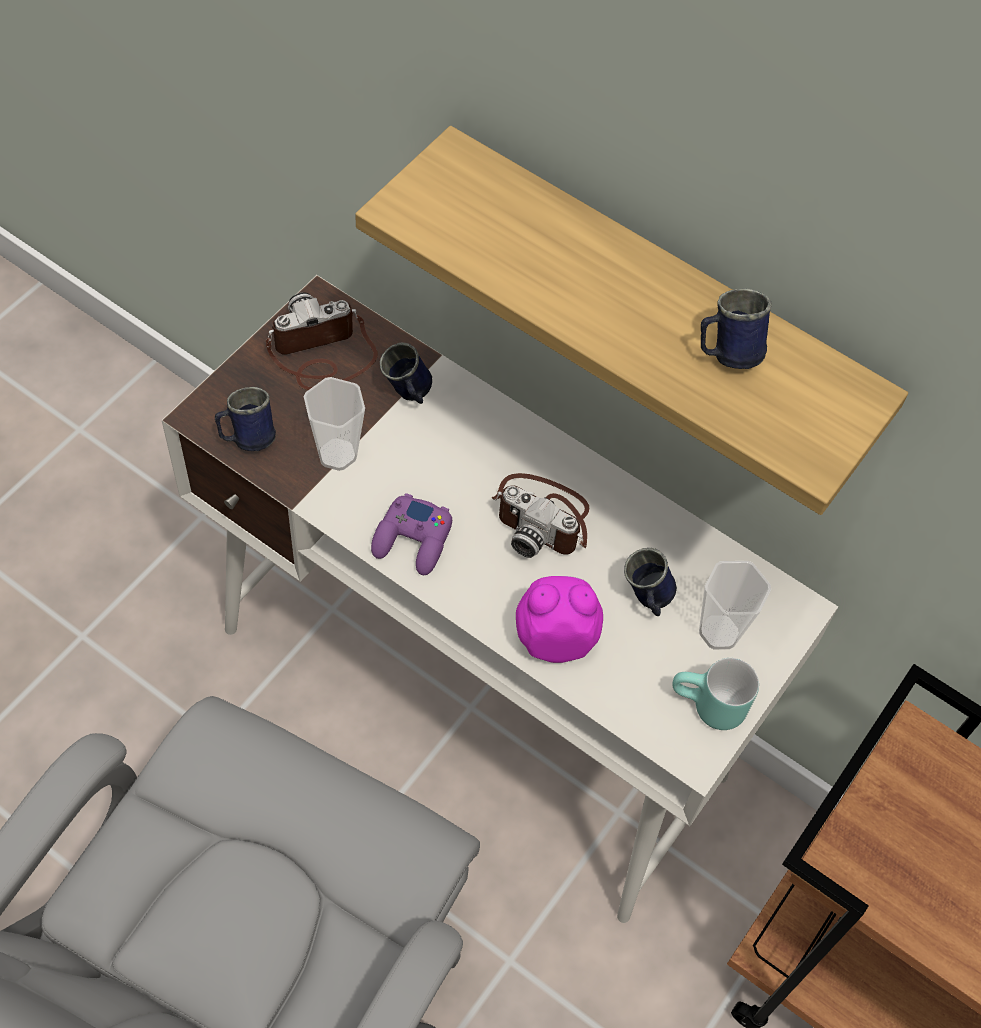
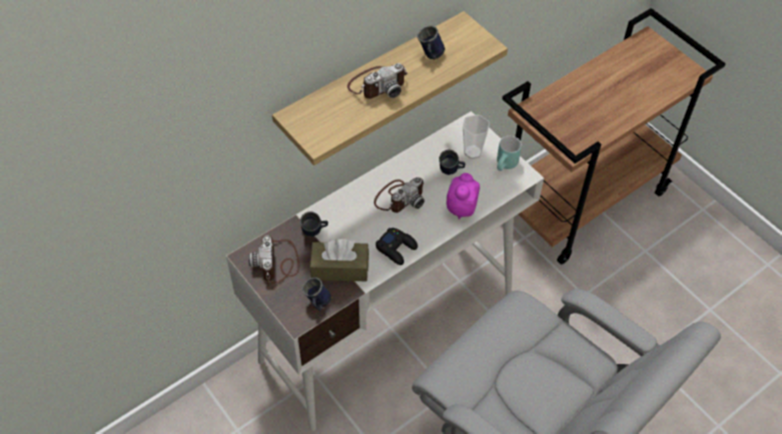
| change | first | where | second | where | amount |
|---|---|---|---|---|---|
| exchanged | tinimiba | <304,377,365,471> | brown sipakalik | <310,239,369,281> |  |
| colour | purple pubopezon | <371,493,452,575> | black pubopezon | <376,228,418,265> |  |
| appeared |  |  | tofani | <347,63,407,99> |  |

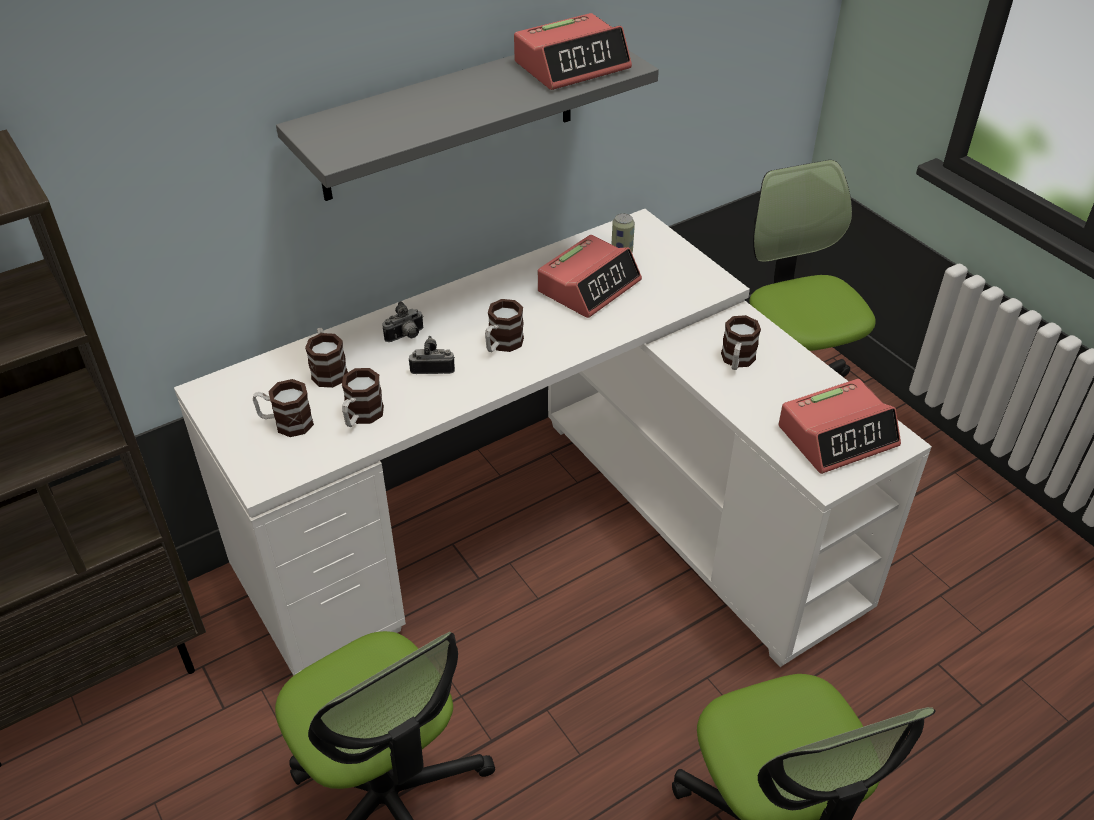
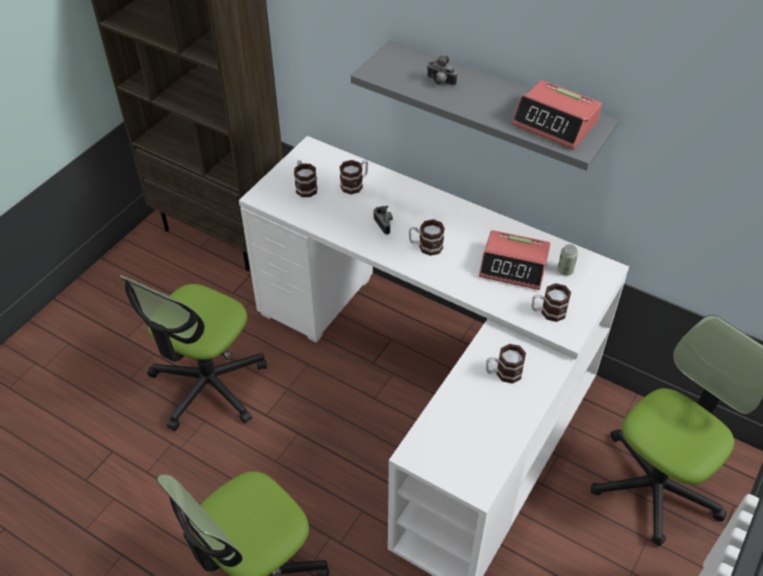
| change | first | where | second | where | amount |
|---|---|---|---|---|---|
| relocated | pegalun | <342,368,384,427> |  | <532,283,571,322> |  |
| relocated | tofani | <382,301,424,342> |  | <427,56,457,86> |  |
| missing | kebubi | <778,379,901,474> |  |  |  |

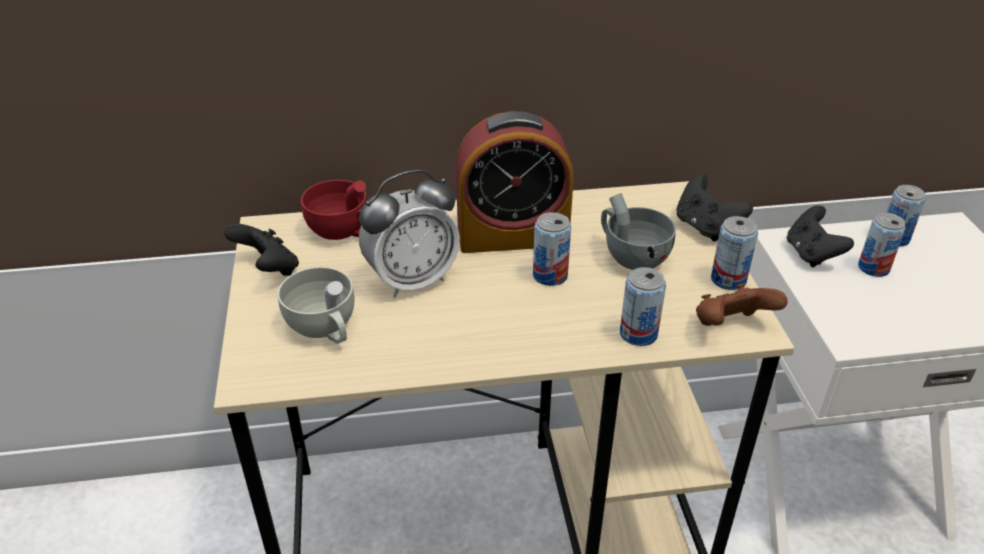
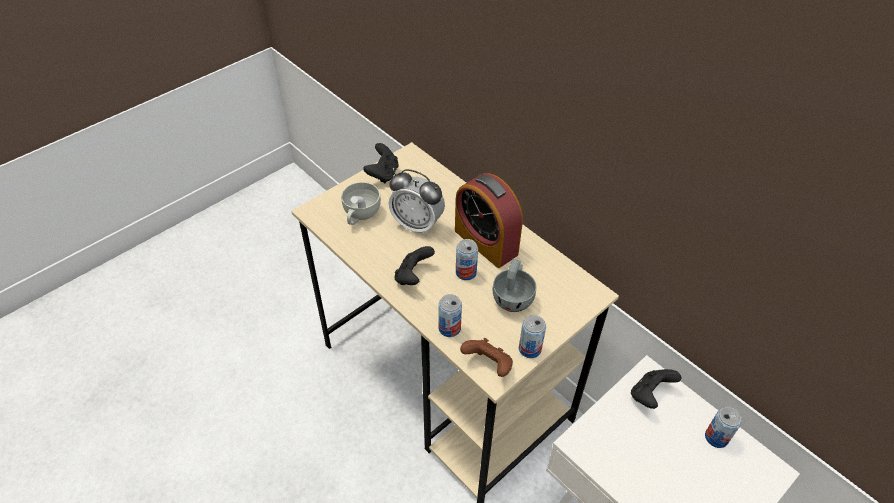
| change | first | where | second | where | amount |
|---|---|---|---|---|---|
| missing | red tinimiba | <301,180,367,240> |  |  |  |
| relocated | black pubopezon | <677,174,753,242> |  | <395,246,435,285> |  |
| missing | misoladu | <858,213,906,277> |  |  |  |

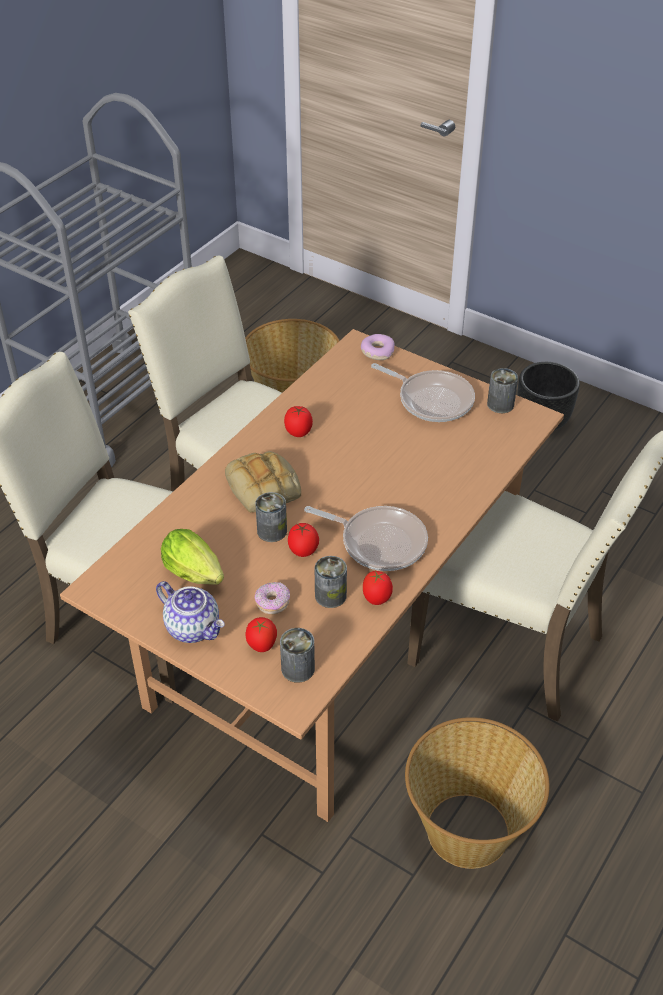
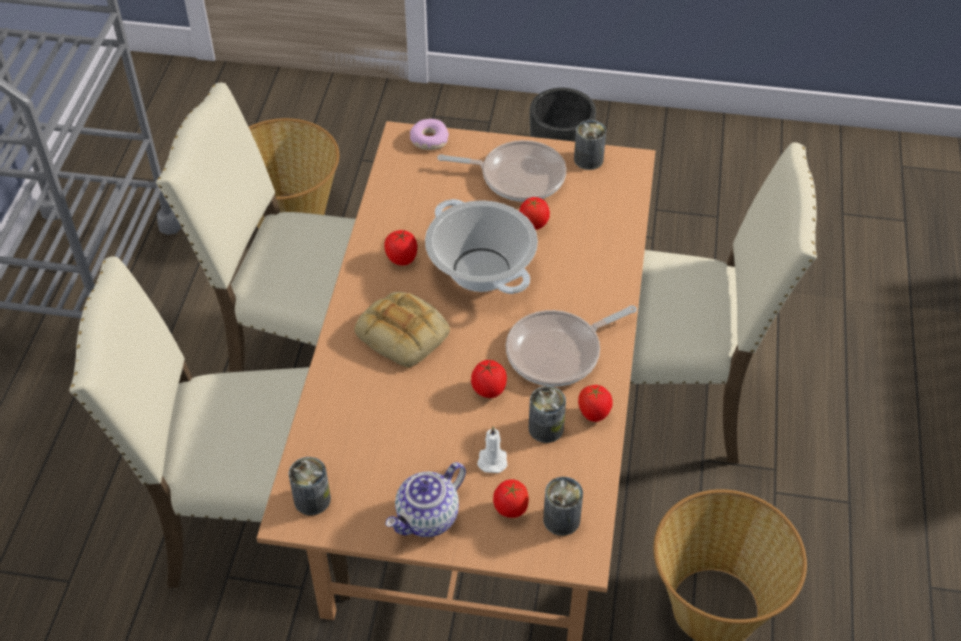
| change | first | where | second | where | amount |
|---|---|---|---|---|---|
| spun | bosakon | <156,581,225,643> |  | <385,462,466,537> | 120 degrees clockwise |
| missing | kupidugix | <161,529,224,585> |  |  |  |
| relocated | misoladu | <255,492,287,542> |  | <288,457,331,515> |  |
| exchanged | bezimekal | <255,582,290,615> | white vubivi | <477,426,507,473> |  |
| spun | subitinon | <304,506,428,571> |  | <506,305,637,387> | 150 degrees clockwise |
| appeared |  |  | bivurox | <425,199,538,294> |  |
| appeared |  |  | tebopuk | <519,197,550,230> |  |

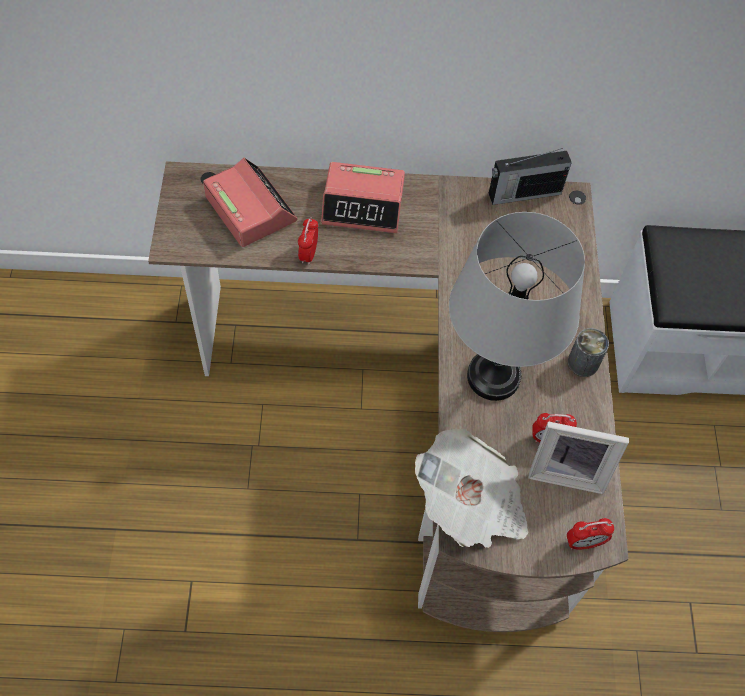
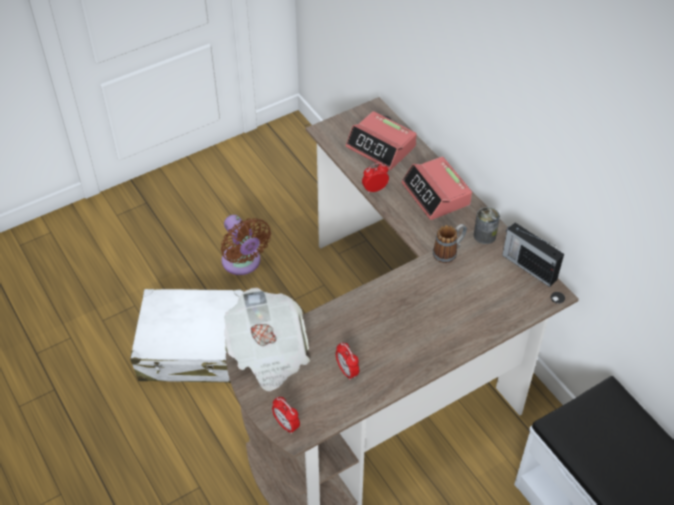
| change | first | where | second | where | amount |
|---|---|---|---|---|---|
| spun | kebubi | <203,158,297,247> |  | <346,111,417,170> | 105 degrees clockwise |
| missing | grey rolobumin | <449,212,585,401> |  |  |  |
| missing | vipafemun | <528,421,629,494> |  |  |  |
| relocated | misoladu | <568,328,609,377> |  | <474,207,500,244> |  |
| appeared |  |  | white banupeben | <130,289,244,383> |  |
| appeared |  |  | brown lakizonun | <221,215,271,275> |  |
| appeared |  |  | pegalun | <433,224,467,263> |  |

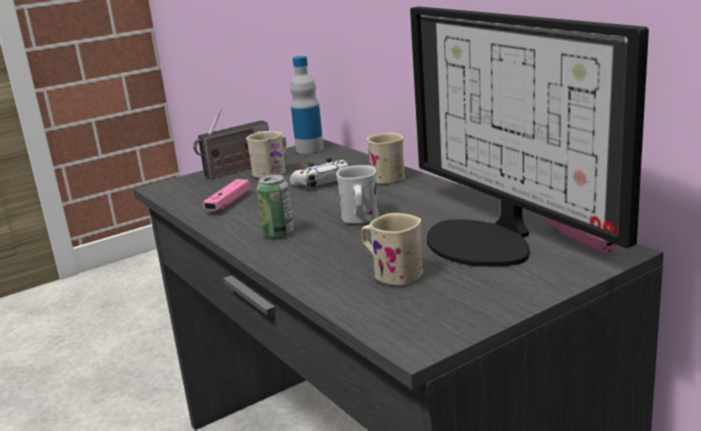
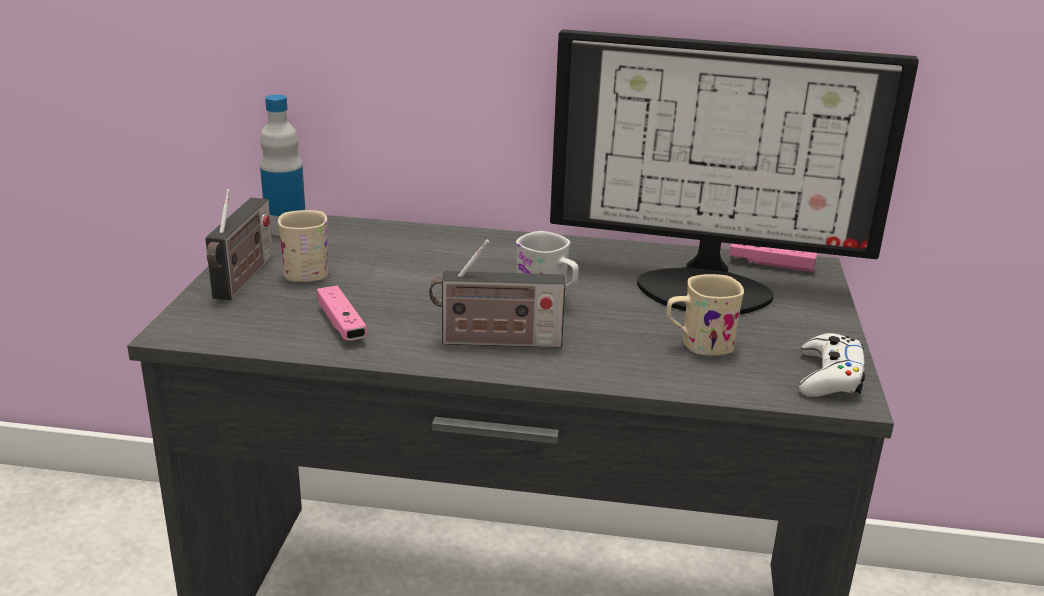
| change | first | where | second | where | amount |
|---|---|---|---|---|---|
| exchanged | misoladu | <257,174,293,239> | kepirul | <429,240,565,348> |  |
| relocated | white pubopezon | <290,158,348,188> |  | <799,333,865,397> |  |
| missing | beige pegalun | <367,133,405,184> |  |  |  |

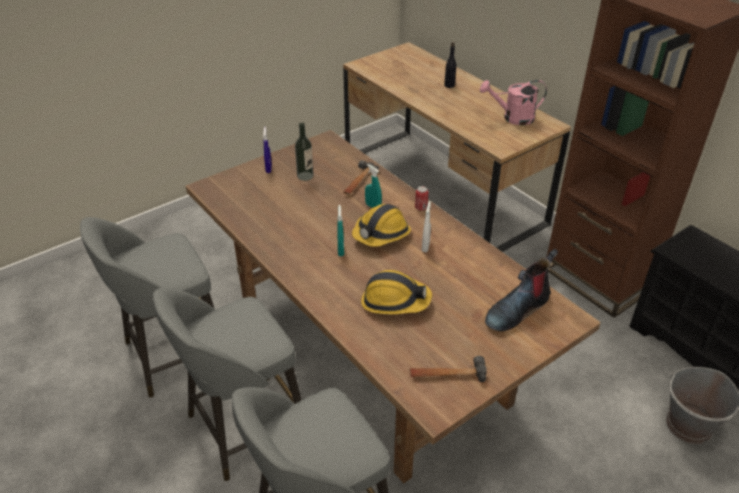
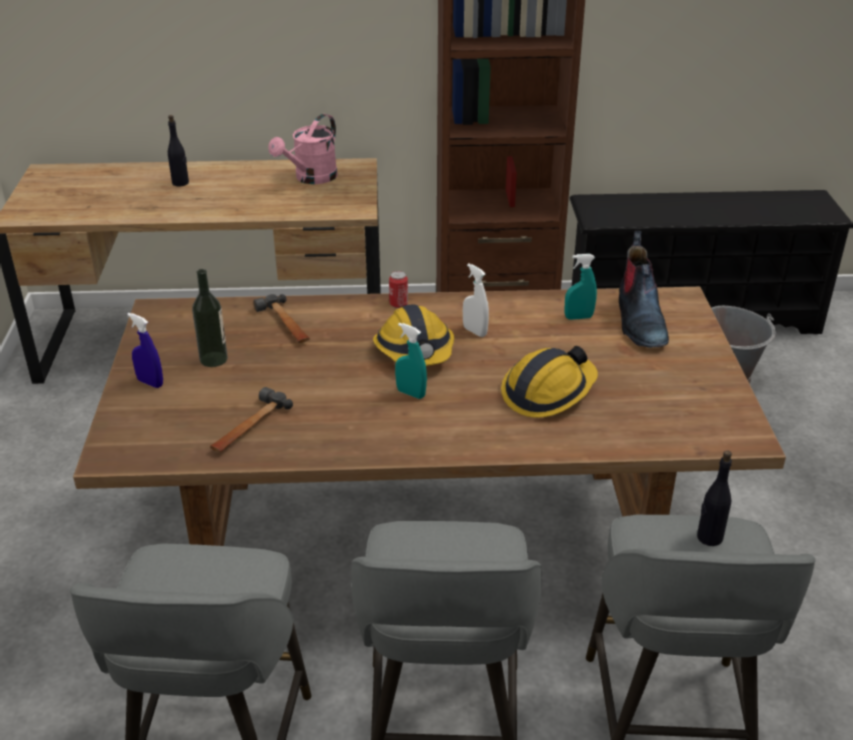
| change | first | where | second | where | amount |
|---|---|---|---|---|---|
| relocated | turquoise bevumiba | <365,164,382,208> |  | <565,254,597,320> |  |
| relocated | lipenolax | <410,356,487,382> |  | <210,387,293,452> |  |
| appeared |  |  | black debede | <697,450,732,546> |  |

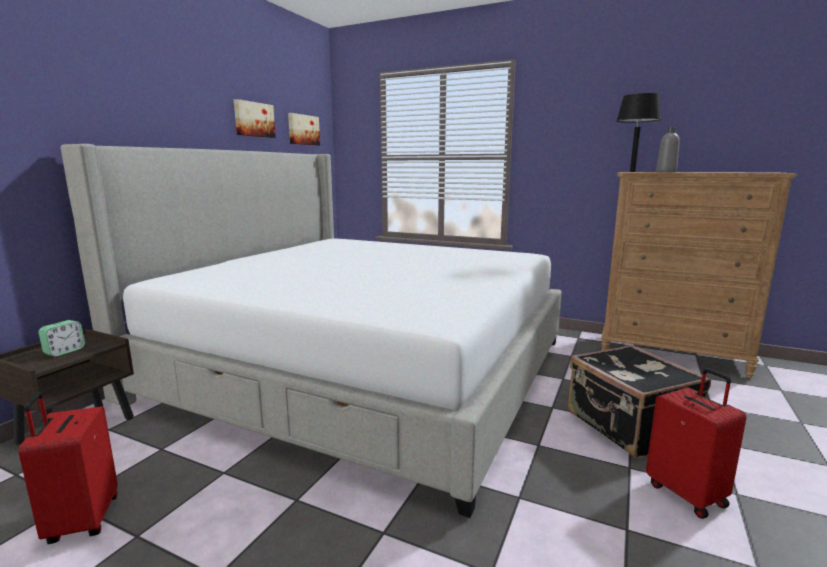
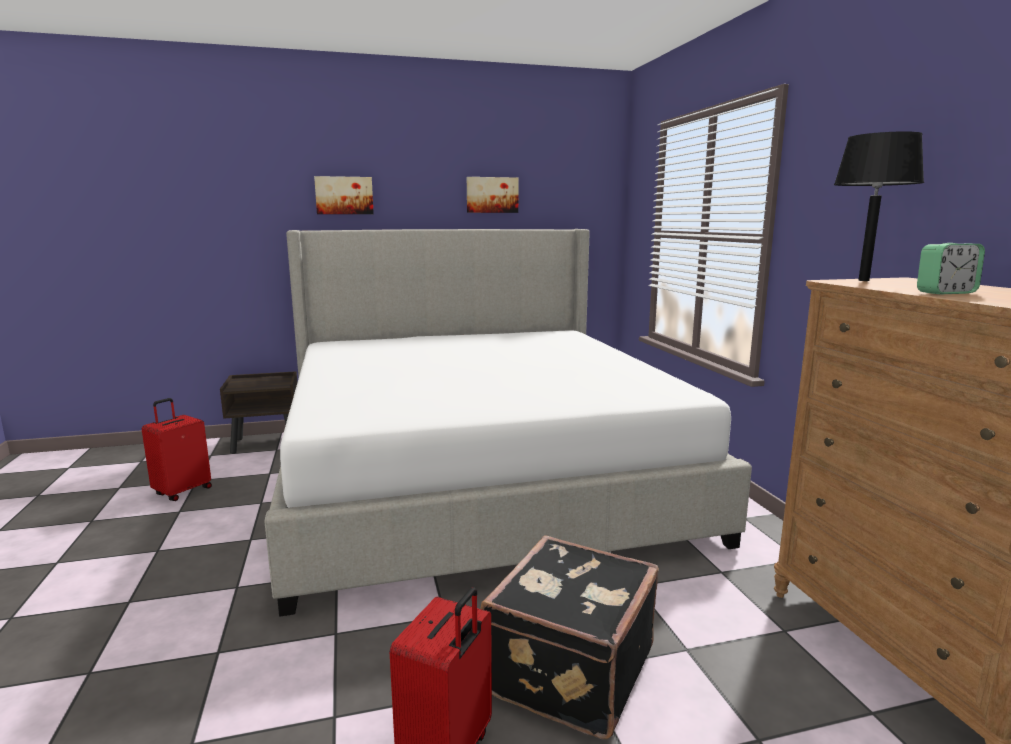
| change | first | where | second | where | amount |
|---|---|---|---|---|---|
| relocated | kebubi | <38,320,85,357> |  | <917,243,985,294> |  |
| relocated | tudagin | <288,113,320,146> |  | <314,176,374,214> |  |
| missing | grey debede | <656,127,680,172> |  |  |  |

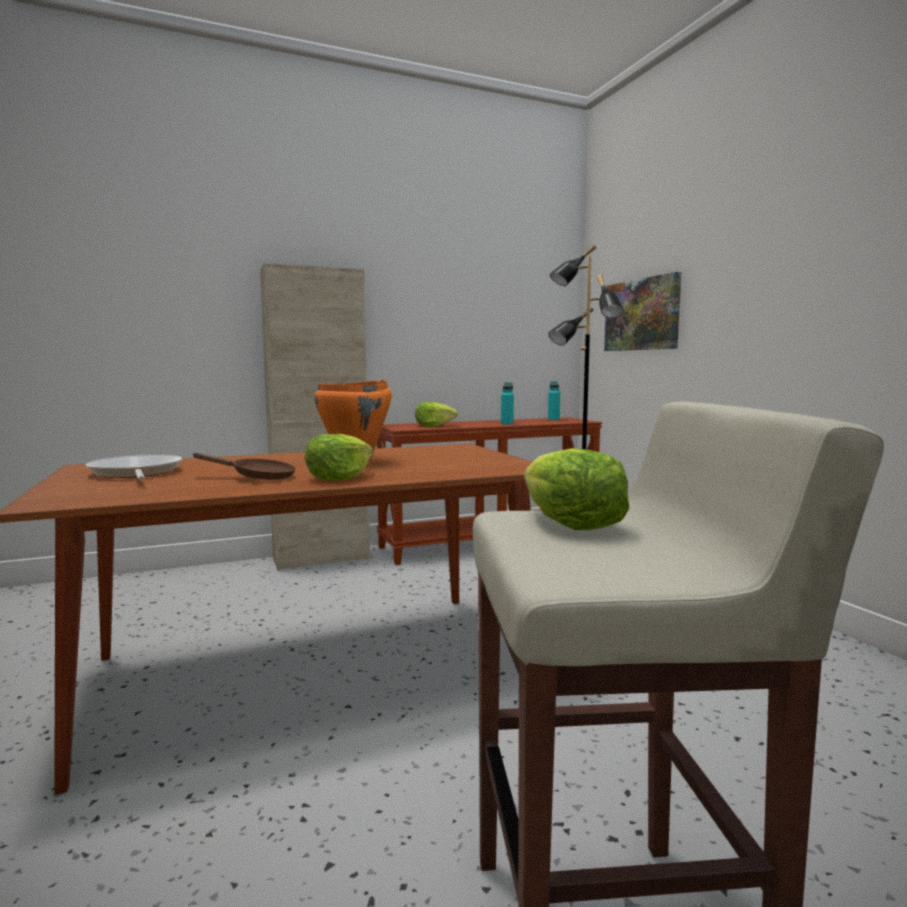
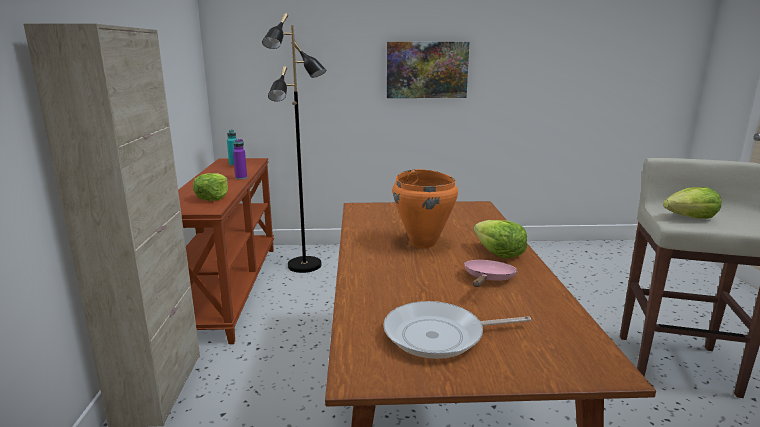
| change | first | where | second | where | amount |
|---|---|---|---|---|---|
| colour | brown subitinon | <193,453,296,480> | pink subitinon | <464,260,518,287> |  |
| colour | turquoise debede | <501,382,514,425> | purple debede | <233,139,247,180> |  |
| relocated | tudagin | <604,272,681,351> |  | <387,42,469,98> |  |

